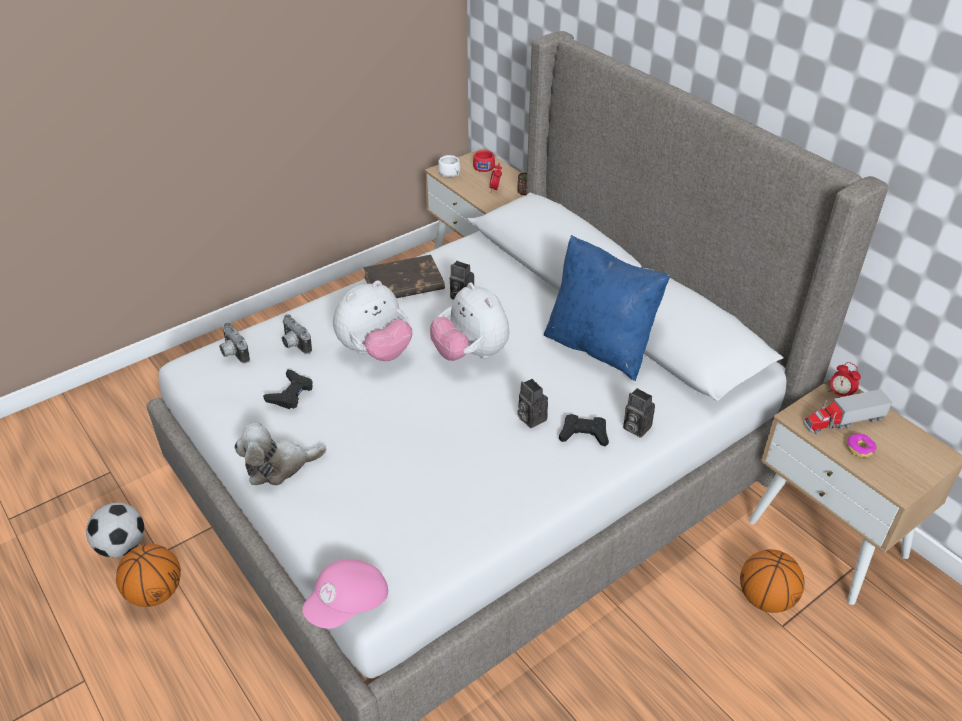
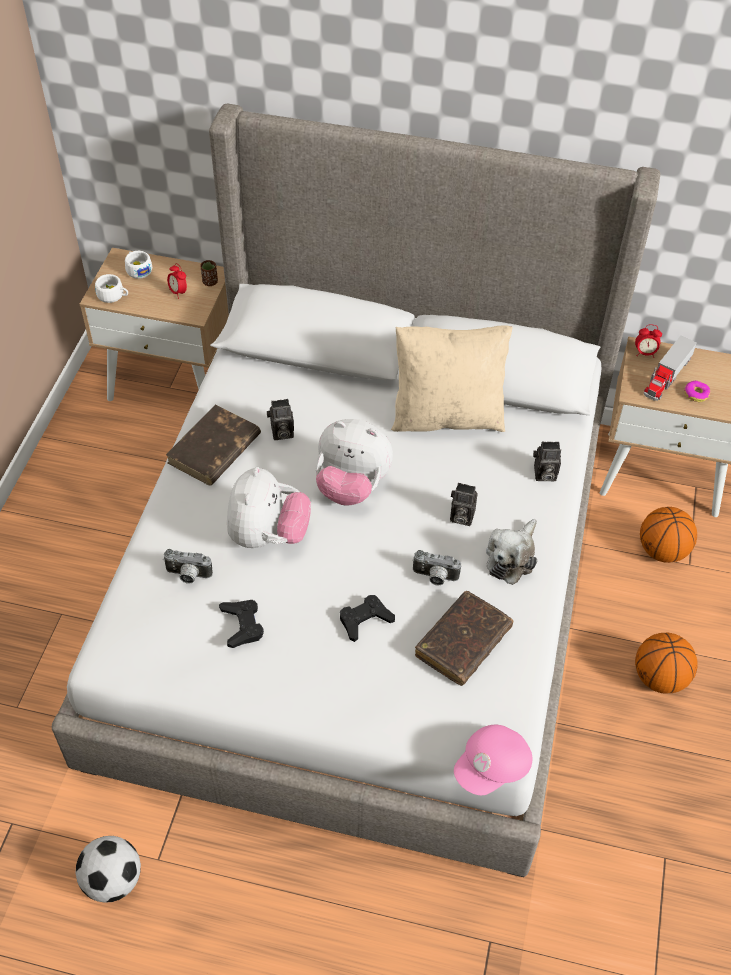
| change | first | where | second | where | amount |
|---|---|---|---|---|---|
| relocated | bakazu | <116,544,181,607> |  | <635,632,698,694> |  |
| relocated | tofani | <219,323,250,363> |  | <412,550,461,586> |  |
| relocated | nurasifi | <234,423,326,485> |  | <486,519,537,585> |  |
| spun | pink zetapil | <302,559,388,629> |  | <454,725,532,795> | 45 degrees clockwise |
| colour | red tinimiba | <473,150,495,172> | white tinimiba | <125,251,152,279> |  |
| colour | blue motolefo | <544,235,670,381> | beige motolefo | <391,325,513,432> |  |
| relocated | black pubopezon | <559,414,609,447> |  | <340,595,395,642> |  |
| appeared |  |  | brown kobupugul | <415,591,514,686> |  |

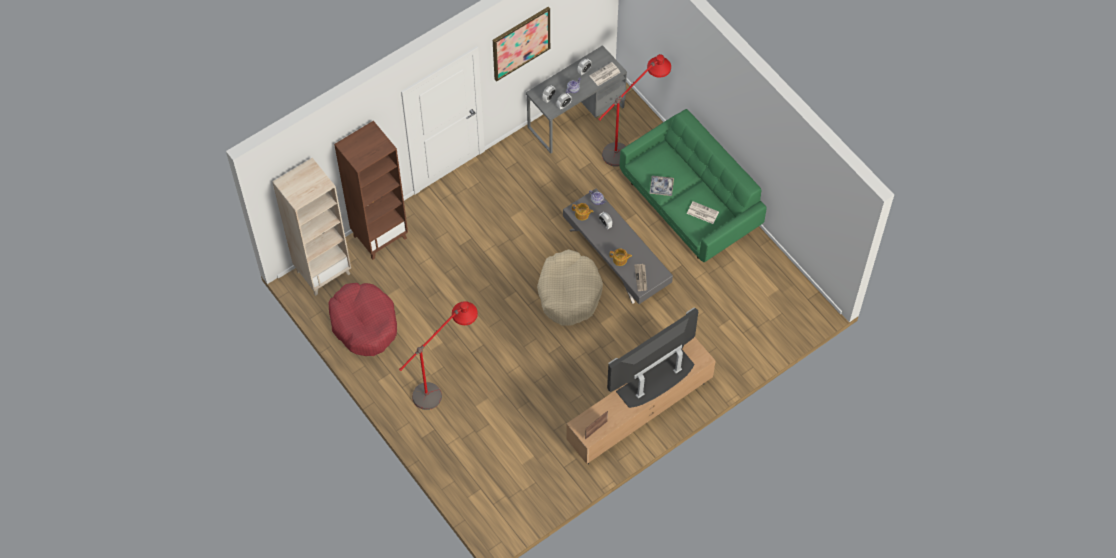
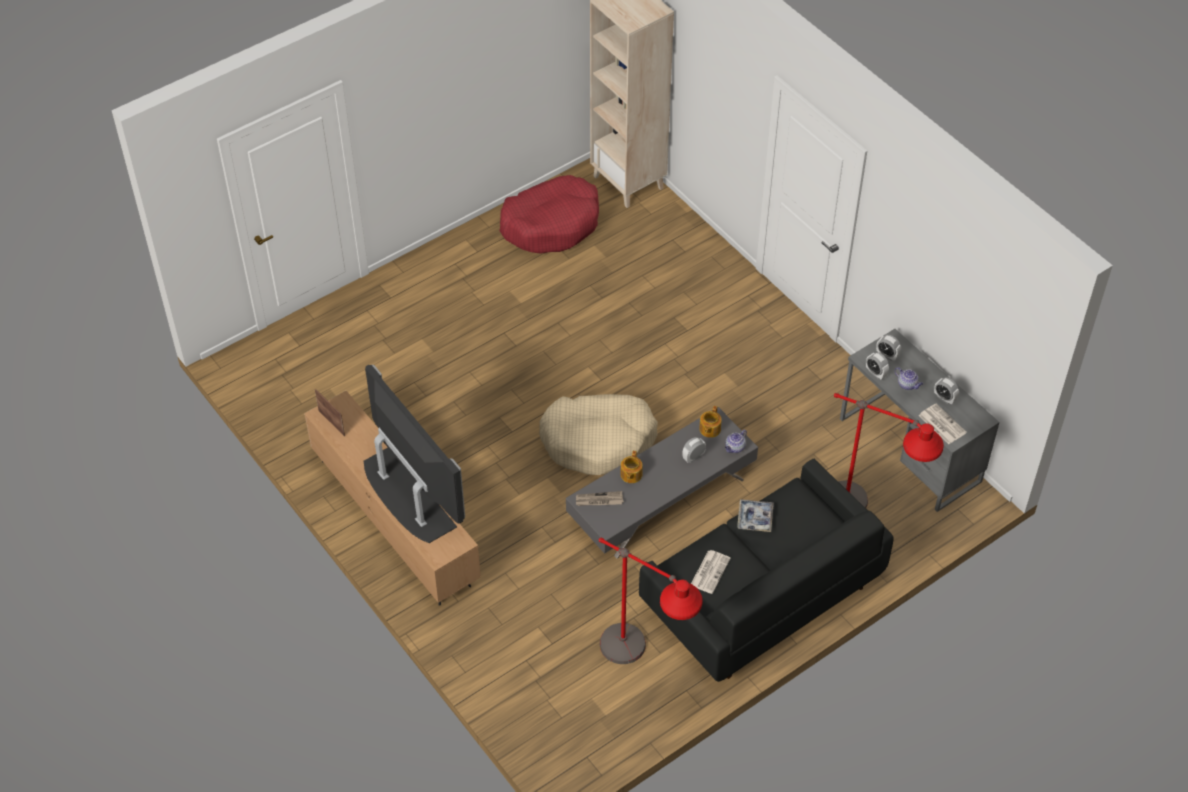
| change | first | where | second | where | amount |
|---|---|---|---|---|---|
| missing | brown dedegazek | <334,121,408,260> |  |  |  |
| relocated | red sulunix | <399,301,478,410> |  | <599,537,702,664> |  |
| missing | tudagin | <493,7,550,82> |  |  |  |
| colour | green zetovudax | <620,109,766,262> | black zetovudax | <639,459,894,682> |  |

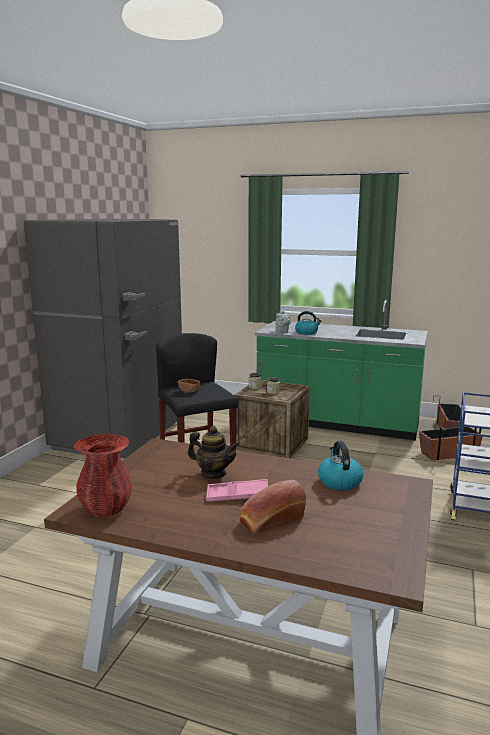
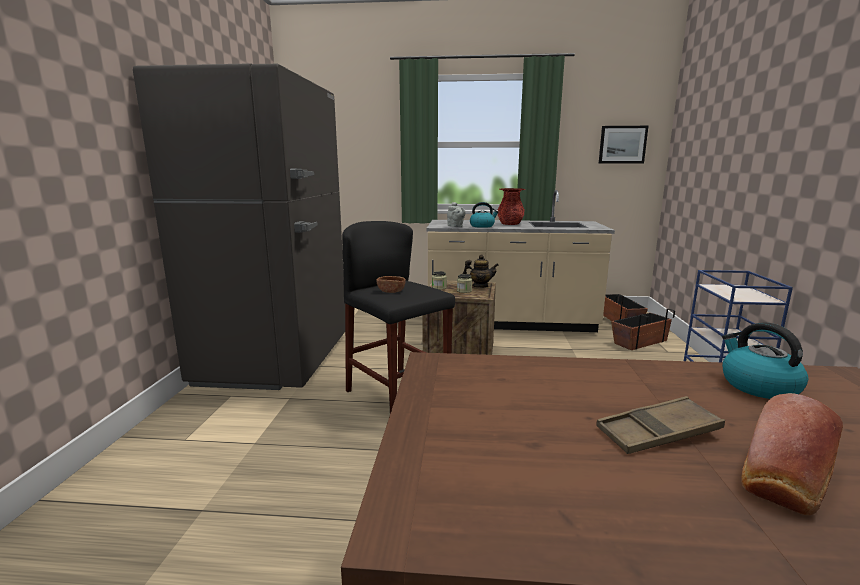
| change | first | where | second | where | amount |
|---|---|---|---|---|---|
| relocated | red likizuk | <74,434,133,517> |  | <498,188,525,225> |  |
| relocated | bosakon | <188,426,239,479> |  | <463,255,499,288> |  |
| colour | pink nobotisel | <206,479,268,502> | brown nobotisel | <596,396,725,454> |  |
| colour | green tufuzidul | <255,300,428,440> | beige tufuzidul | <426,190,615,332> |  |
| appeared |  |  | tudagin | <599,126,648,163> |  |

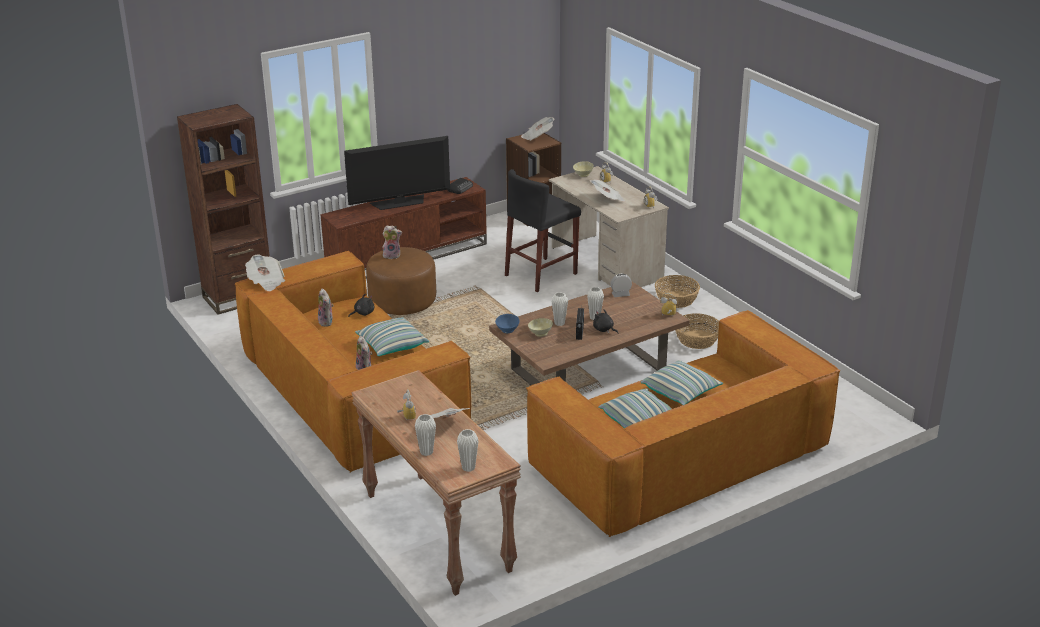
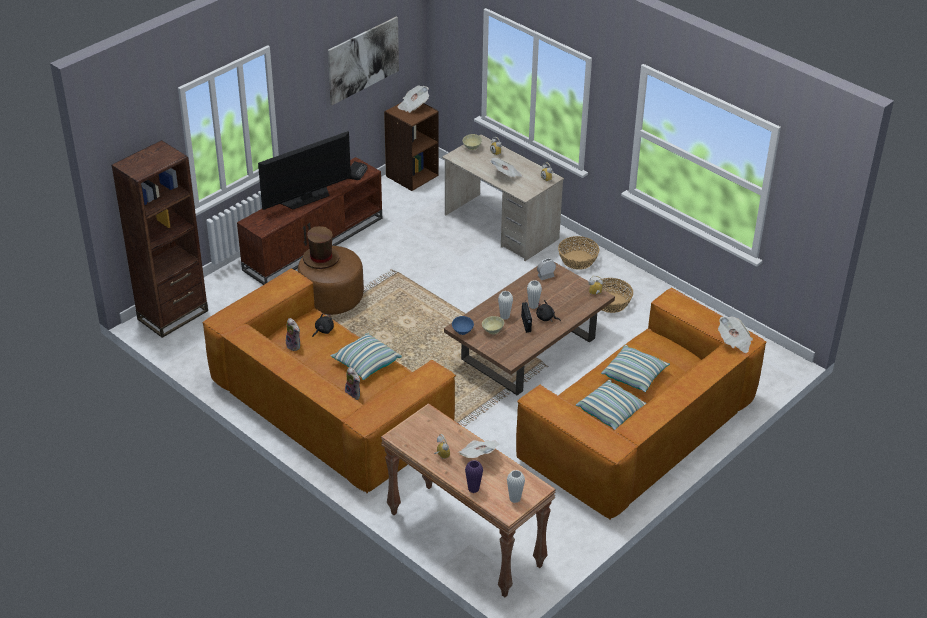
| change | first | where | second | where | amount |
|---|---|---|---|---|---|
| relocated | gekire | <245,254,285,291> |  | <718,316,753,353> |  |
| exchanged | nurasifi | <382,225,402,259> | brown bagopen | <303,226,339,269> |  |
| colour | white likizuk | <415,414,436,456> | purple likizuk | <465,460,483,493> |  |
| missing | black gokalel | <505,169,581,292> |  |  |  |
| appeared |  |  | tudagin | <328,16,399,105> |  |

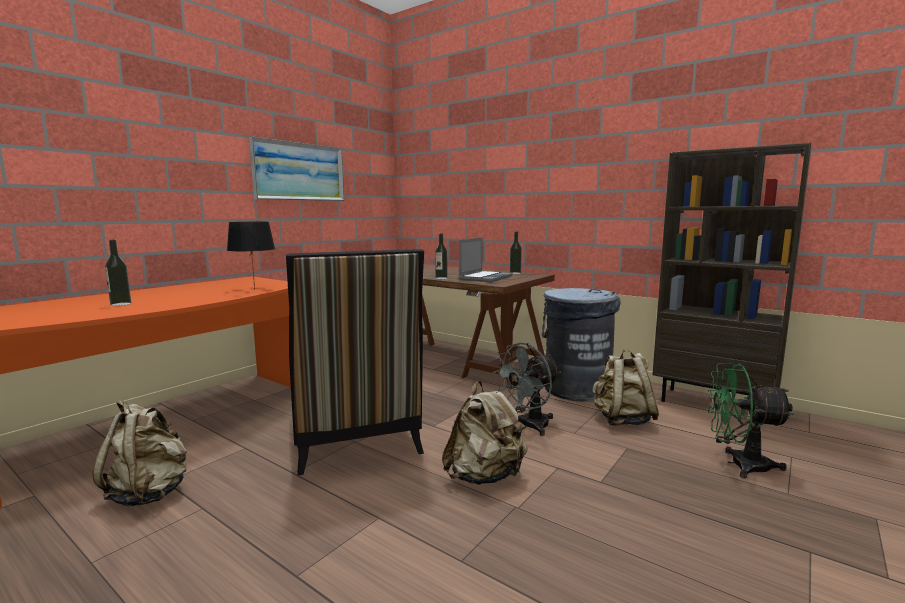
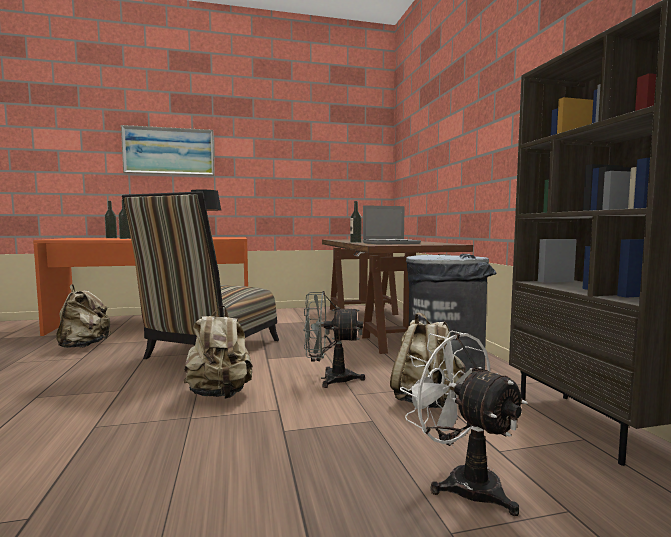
| change | first | where | second | where | amount |
|---|---|---|---|---|---|
| relocated | tudagin | <249,137,344,201> |  | <121,125,215,176> |  |
| relocated | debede | <510,231,522,274> |  | <105,201,117,238> |  |
| colour | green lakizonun | <708,363,793,478> | white lakizonun | <400,331,528,516> |  |

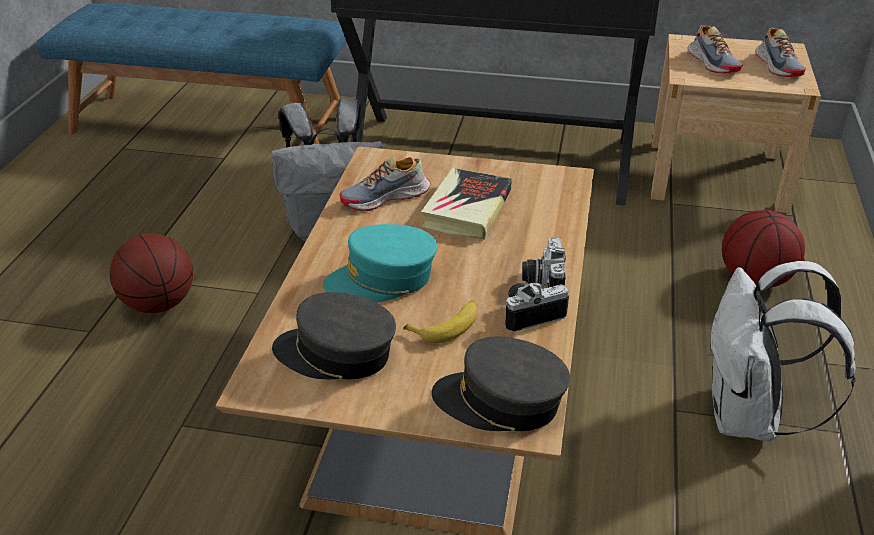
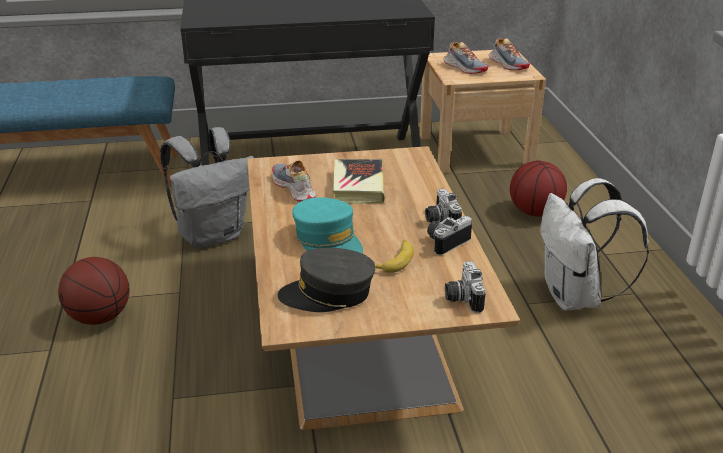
| change | first | where | second | where | amount |
|---|---|---|---|---|---|
| spun | turquoise zetapil | <323,224,437,302> |  | <292,197,363,254> | 90 degrees counterclockwise |
| spun | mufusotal | <340,155,431,211> |  | <272,160,316,202> | 105 degrees clockwise |
| exchanged | grey zetapil | <431,337,570,431> | tofani | <445,261,485,313> |  |

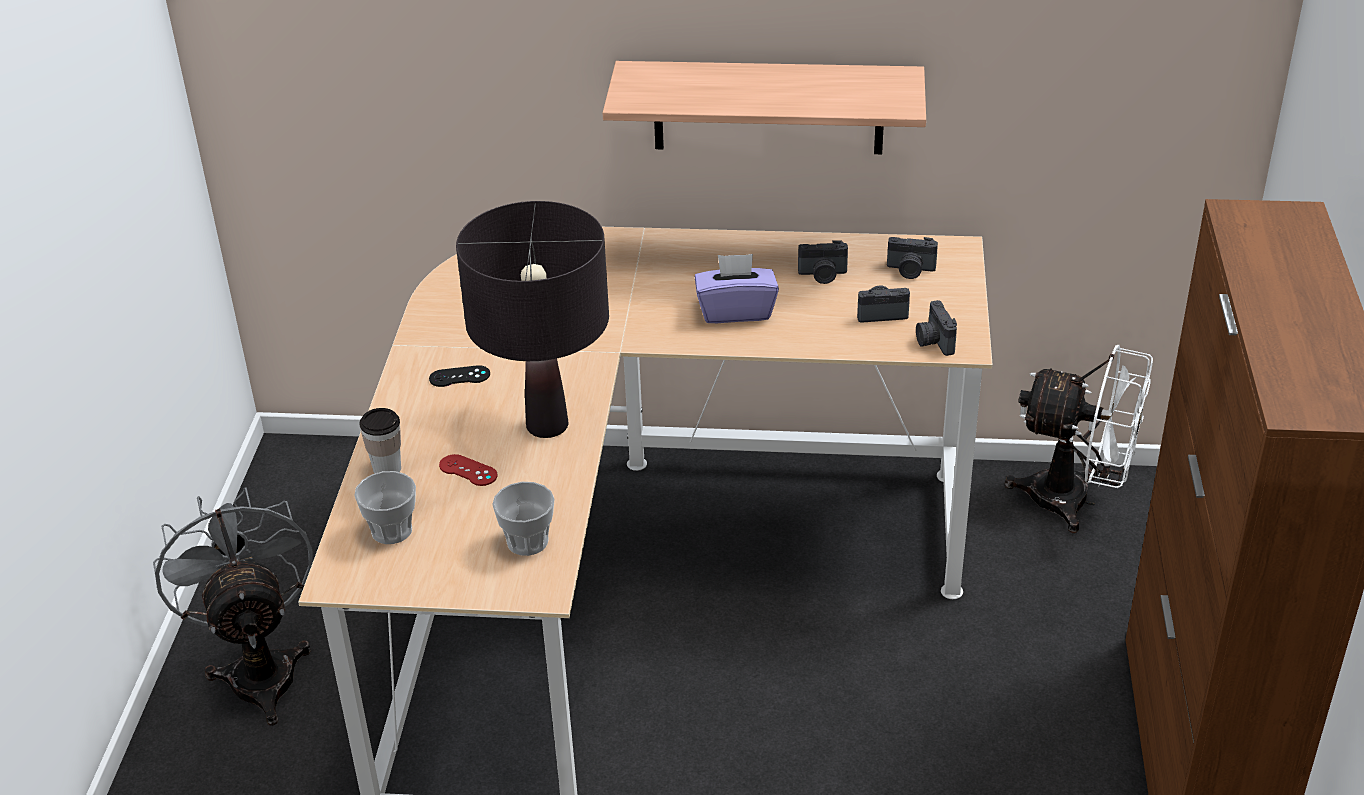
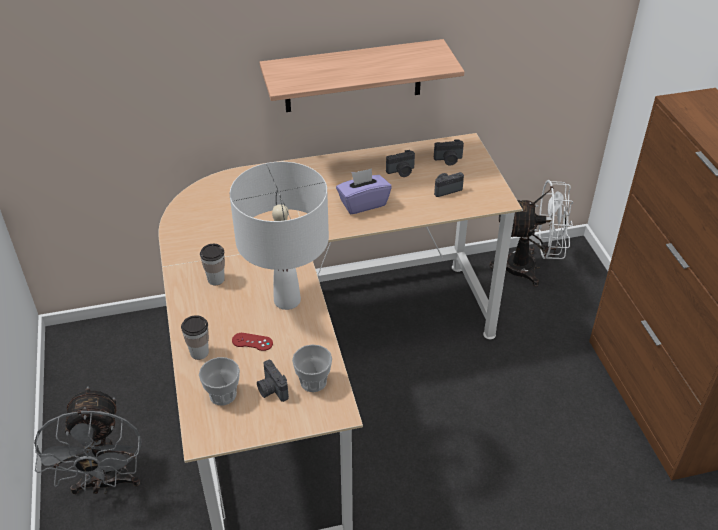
| change | first | where | second | where | amount |
|---|---|---|---|---|---|
| spun | grey lakizonun | <153,487,313,726> |  | <34,386,141,494> | 150 degrees counterclockwise |
| exchanged | black pubopezon | <429,365,490,387> | tinimiba | <200,244,225,285> |  |
| colour | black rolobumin | <456,201,609,438> | white rolobumin | <230,162,329,310> |  |
| relocated | tofani | <916,300,957,356> |  | <257,360,289,402> |  |

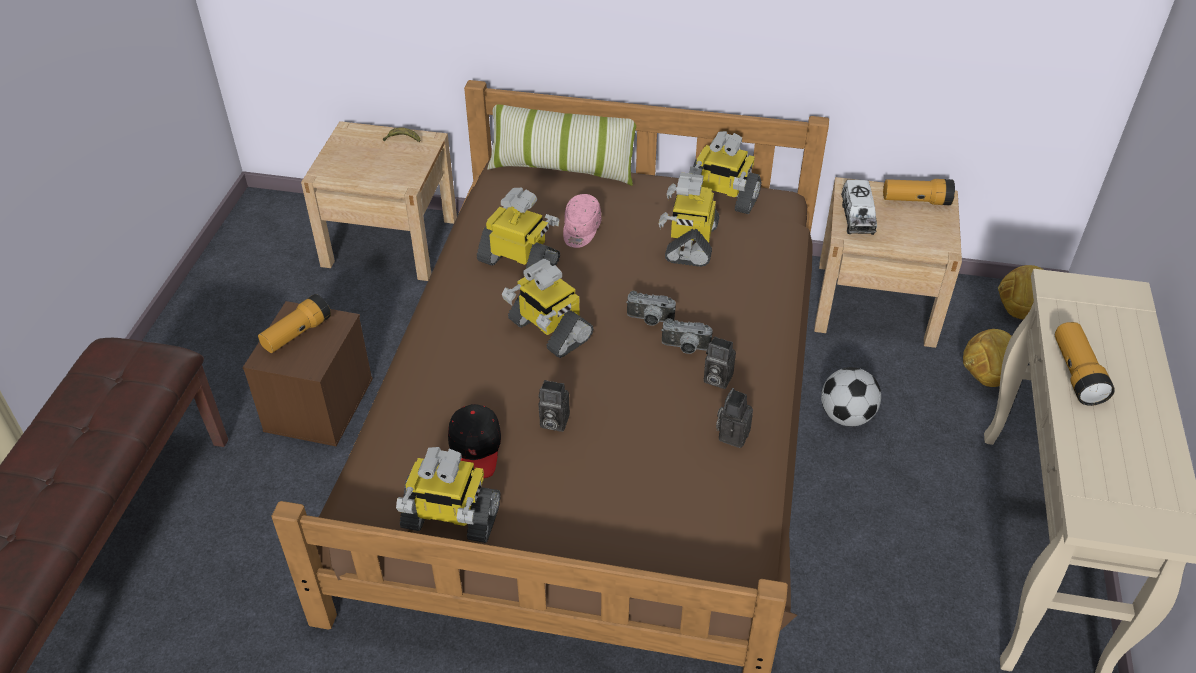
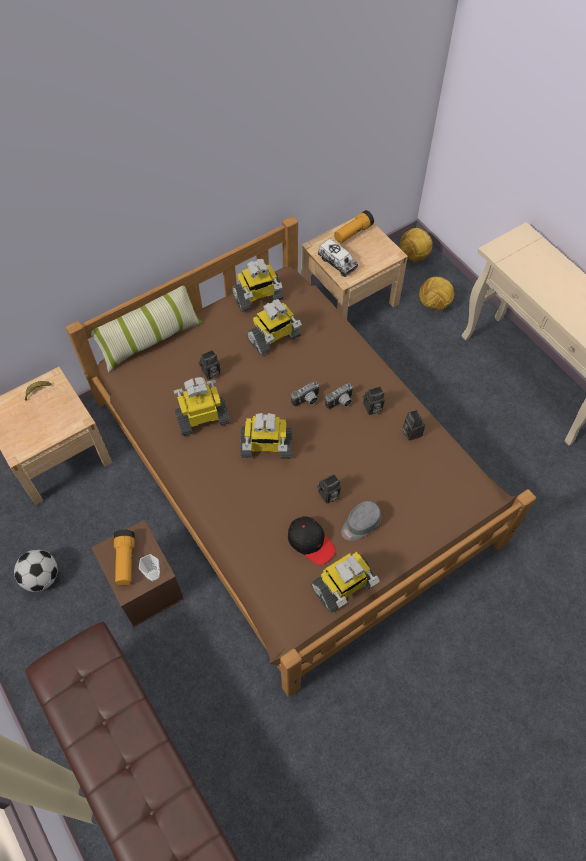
| change | first | where | second | where | amount |
|---|---|---|---|---|---|
| exchanged | pink zetapil | <563,194,601,248> | tofani | <198,350,221,380> |  |
| spun | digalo | <659,172,719,267> |  | <246,299,302,356> | 90 degrees counterclockwise |
| relocated | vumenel | <821,367,881,427> |  | <14,550,58,592> |  |
| missing | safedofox | <1055,322,1115,406> |  |  |  |
| appeared |  |  | tinimiba | <139,554,160,581> |  |
| appeared |  |  | grey zetapil | <341,501,381,541> |  |

